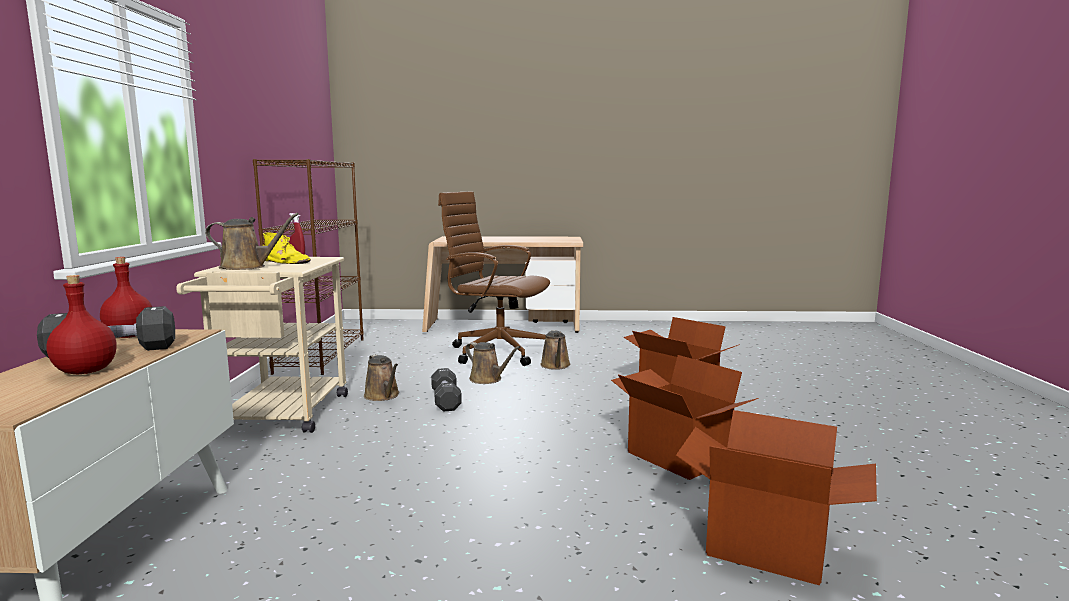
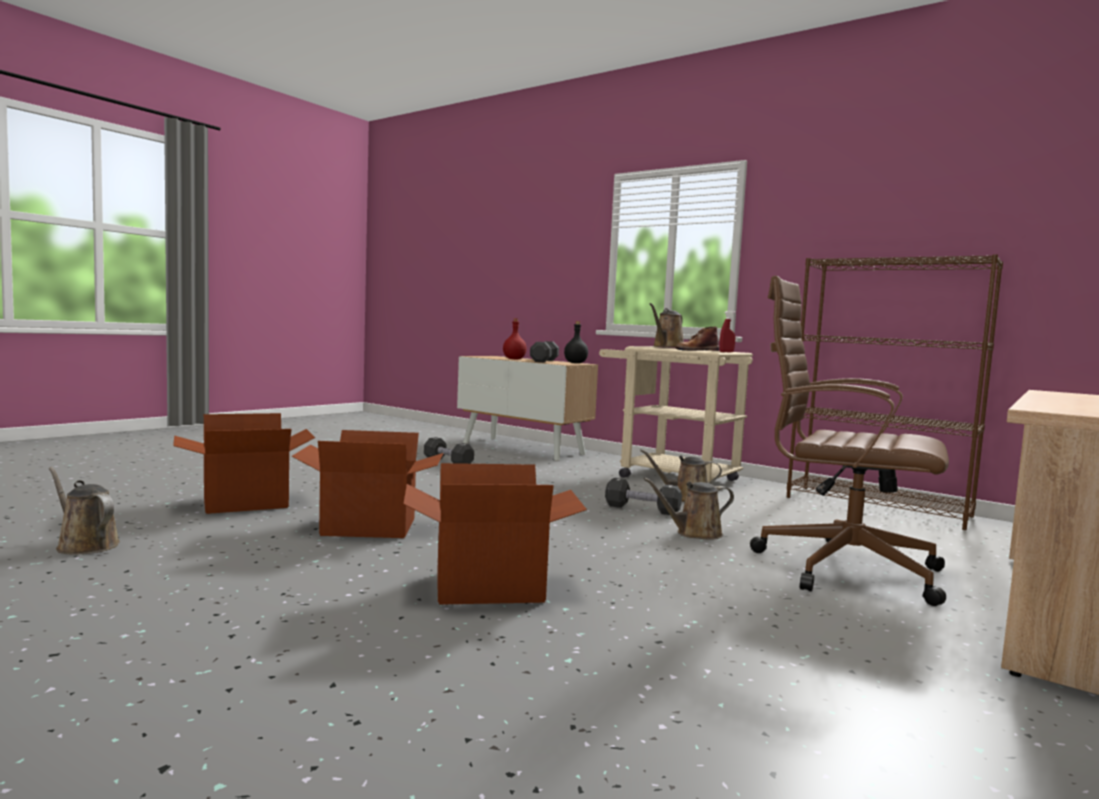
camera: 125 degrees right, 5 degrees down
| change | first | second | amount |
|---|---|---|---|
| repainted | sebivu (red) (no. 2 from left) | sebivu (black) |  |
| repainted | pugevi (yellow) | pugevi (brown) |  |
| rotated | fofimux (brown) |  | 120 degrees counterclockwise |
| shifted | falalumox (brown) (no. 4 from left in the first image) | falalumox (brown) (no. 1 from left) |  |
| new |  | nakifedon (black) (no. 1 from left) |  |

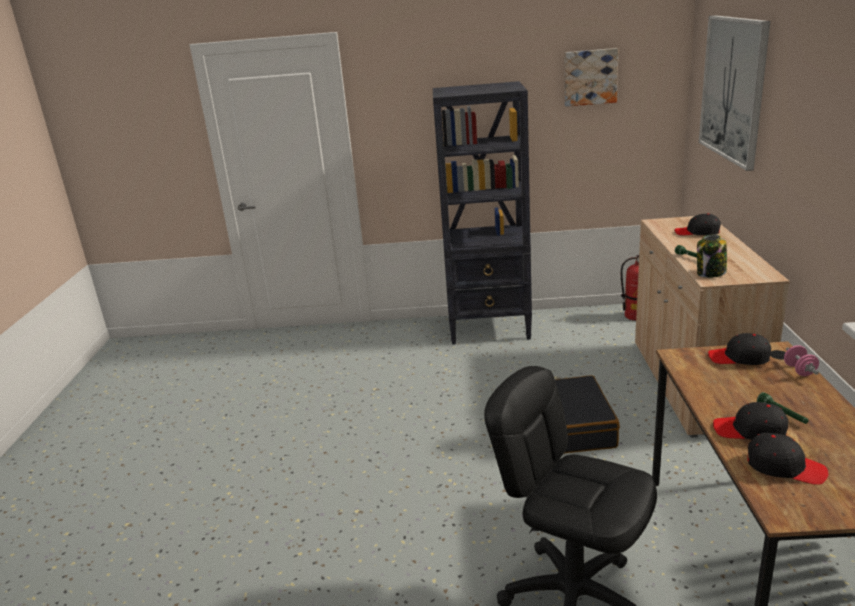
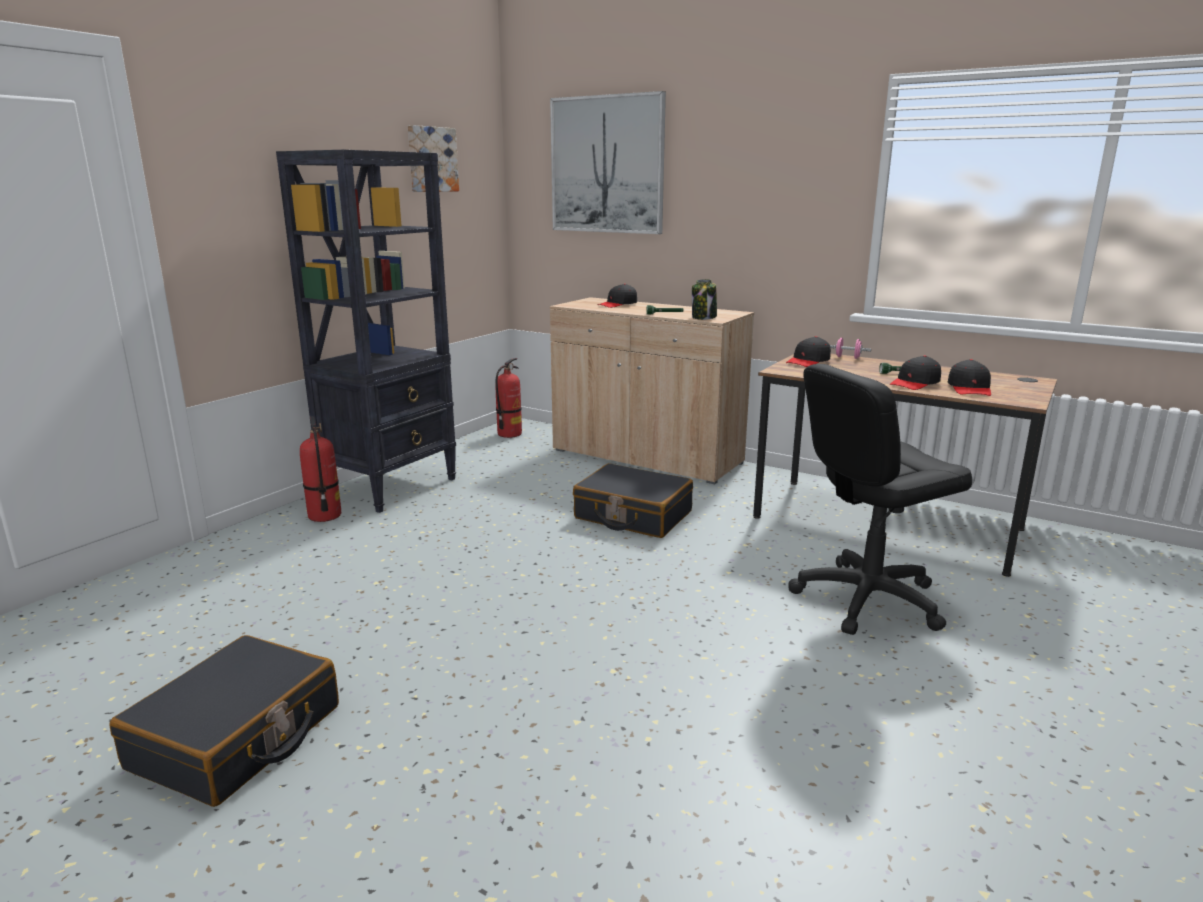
camera: 60 degrees left, 5 degrees down
| change | first | second | amount |
|---|---|---|---|
| rotated | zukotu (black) (no. 4 from left) |  | 135 degrees clockwise |
| new |  | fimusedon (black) (no. 1 from left) |  |
| new |  | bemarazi (no. 1 from left) |  |

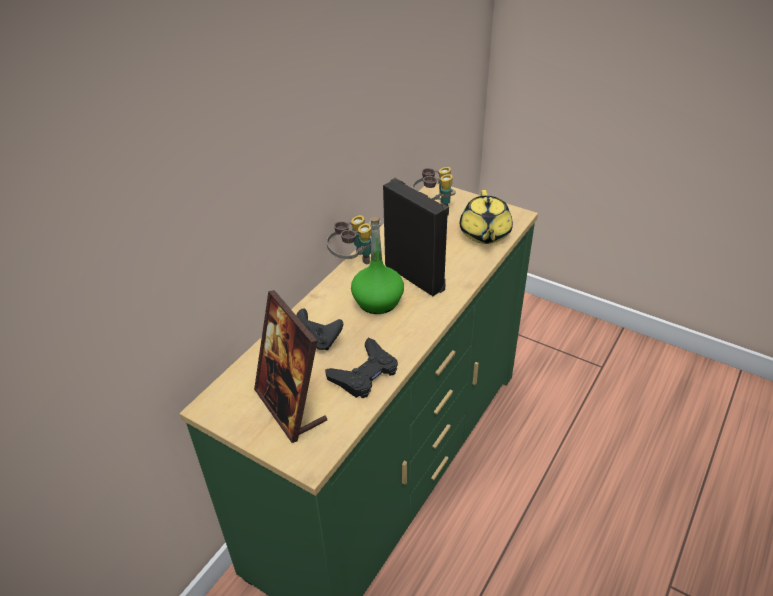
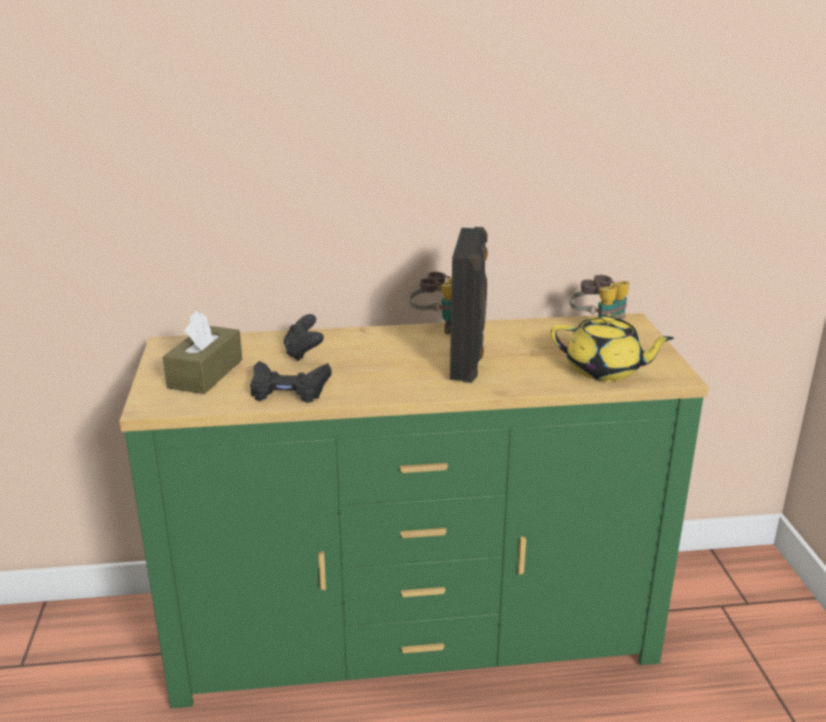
camera: 50 degrees right, 15 degrees down
| change | first | second | amount |
|---|---|---|---|
| swapped | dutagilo | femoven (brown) |  |
| gone | sebivu (green) |  |  |
| rotated | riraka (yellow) |  | 120 degrees counterclockwise |

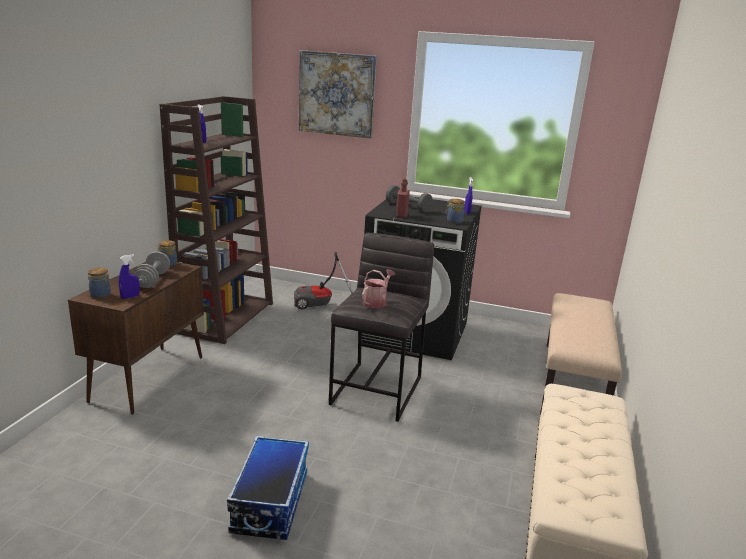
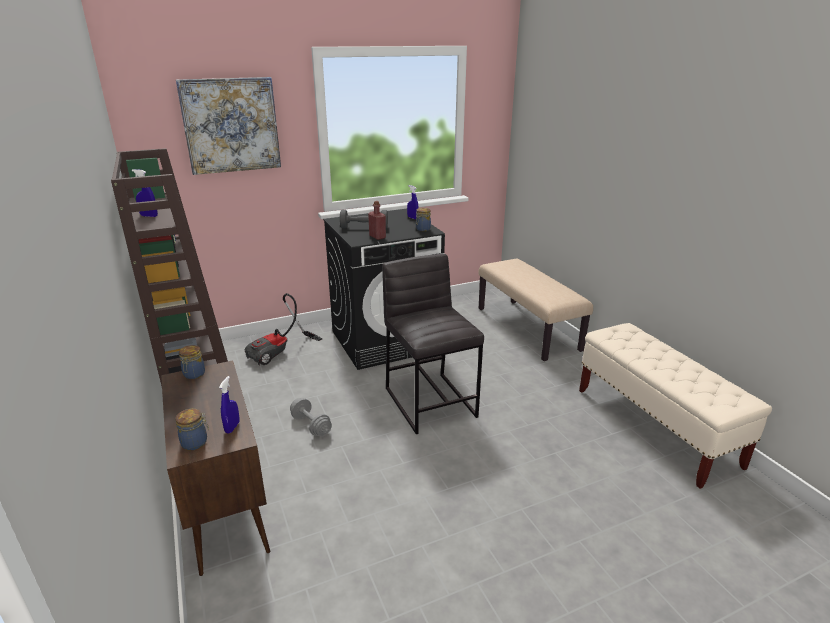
camera: 40 degrees left, 5 degrees up
| change | first | second | amount |
|---|---|---|---|
| shifted | nakifedon (grey) (no. 1 from left) |  |  |
| gone | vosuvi |  |  |
| gone | falalumox |  |  |

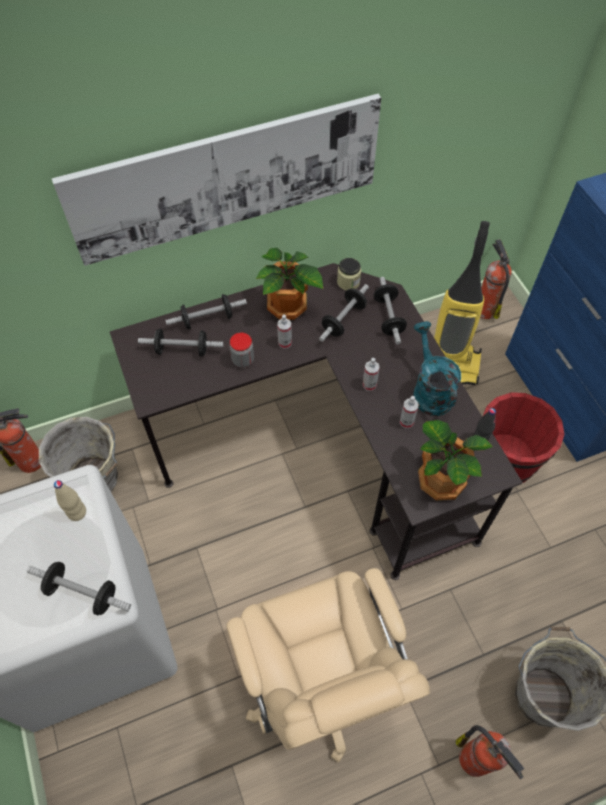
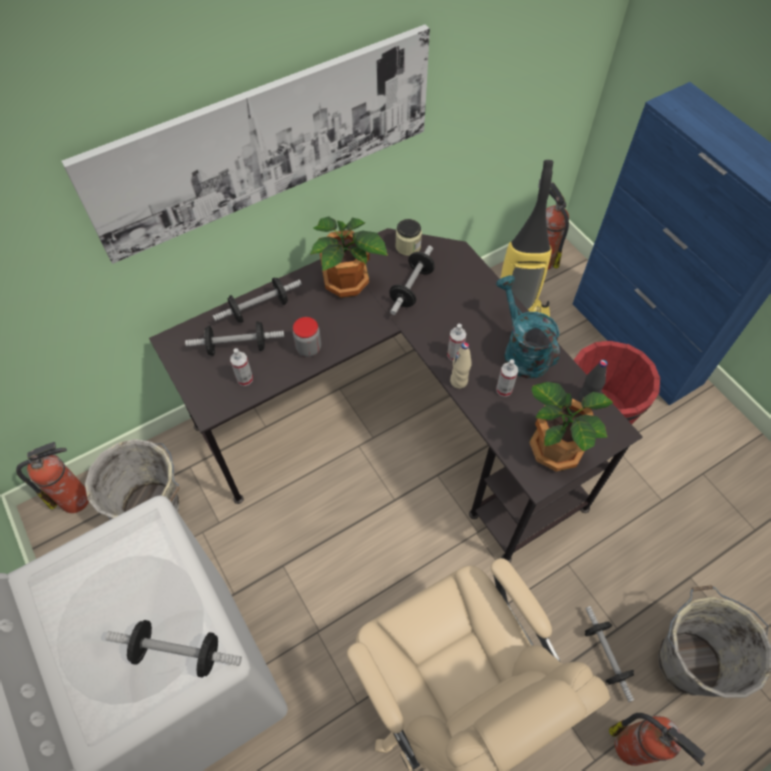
camera: 10 degrees left, 0 degrees up
| change | first | second | amount |
|---|---|---|---|
| shifted | sebivu (beige) |  |  |
| shifted | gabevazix (no. 1 from left) |  |  |
| shifted | nakifedon (no. 5 from left) |  |  |

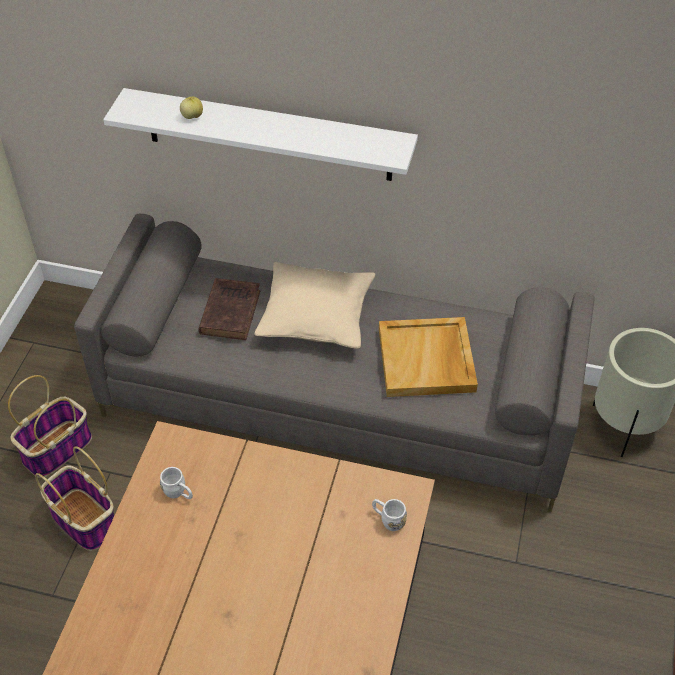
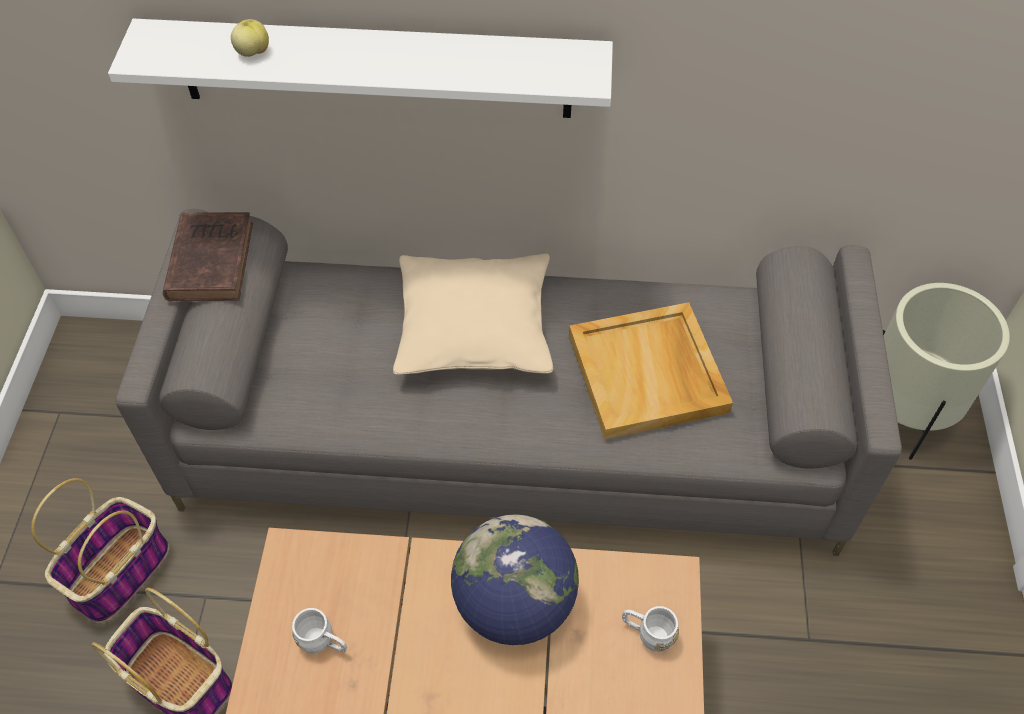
camera: 10 degrees left, 5 degrees up
| change | first | second | amount |
|---|---|---|---|
| shifted | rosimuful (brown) |  |  |
| new |  | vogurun |  |

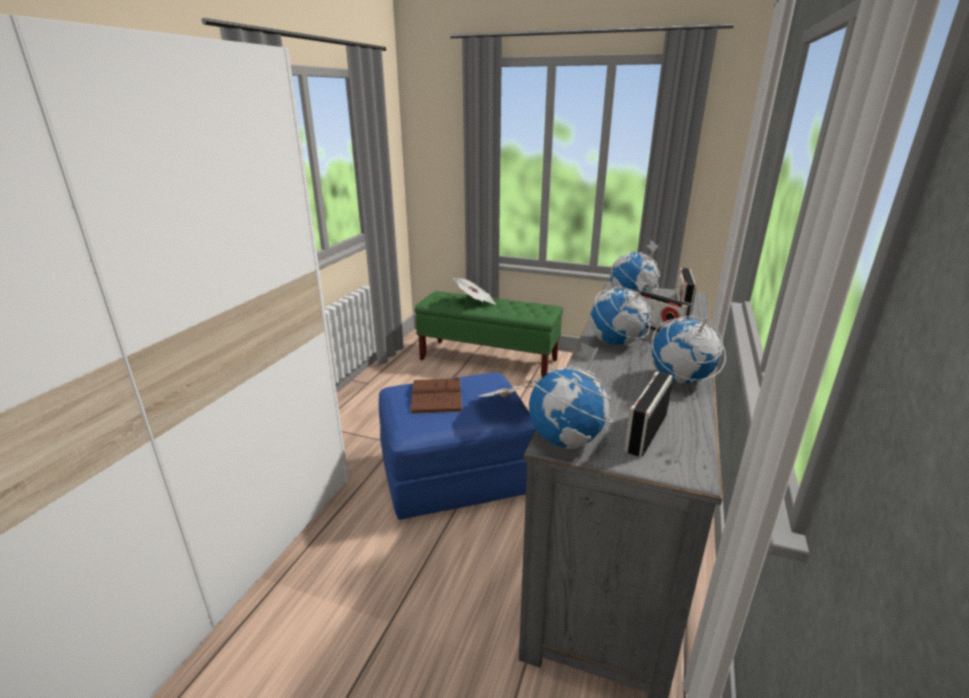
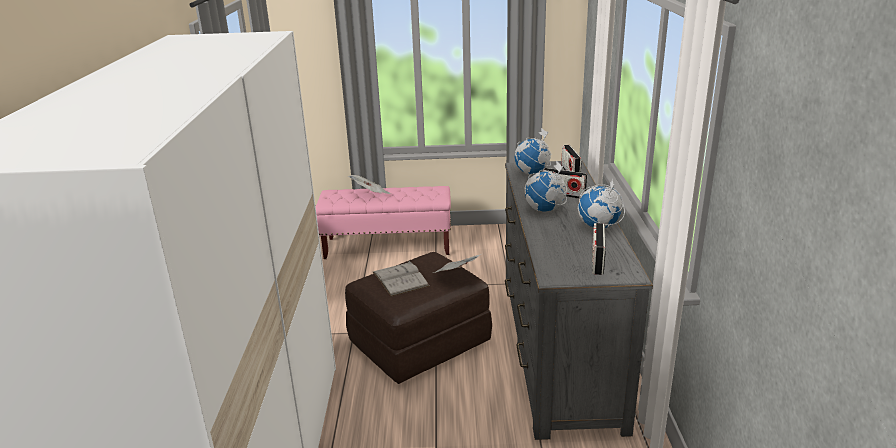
camera: 20 degrees left, 0 degrees up
| change | first | second | amount |
|---|---|---|---|
| repainted | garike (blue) | garike (brown) |  |
| repainted | rosimuful (brown) | rosimuful (white) |  |
| repainted | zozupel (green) | zozupel (pink) |  |
| gone | vogurun (no. 1 from left) |  |  |

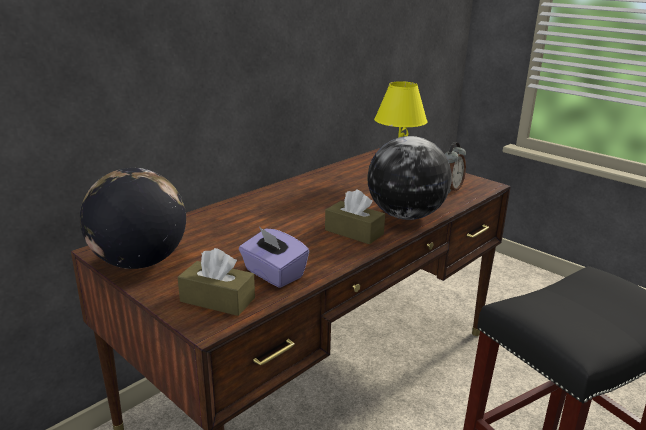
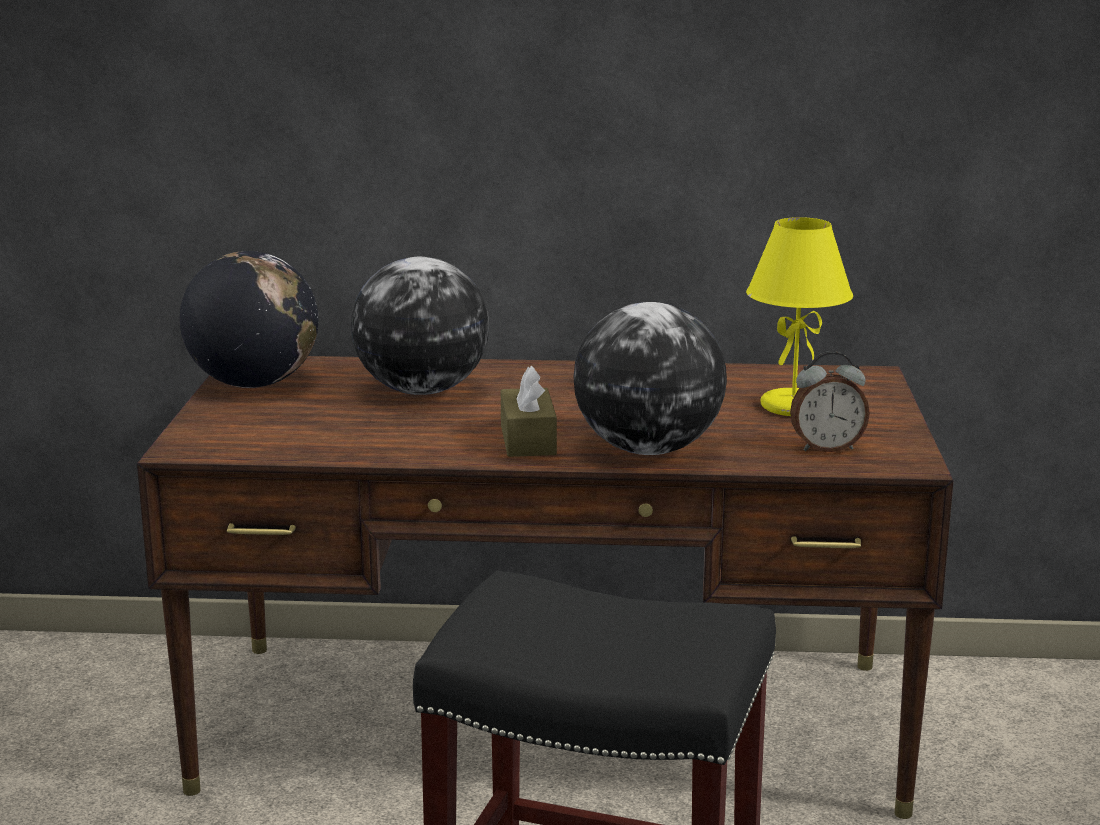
camera: 50 degrees right, 5 degrees down
| change | first | second | amount |
|---|---|---|---|
| gone | femoven (brown) (no. 1 from left) |  |  |
| gone | femoven (purple) |  |  |
| new |  | vogurun (no. 2 from left) |  |

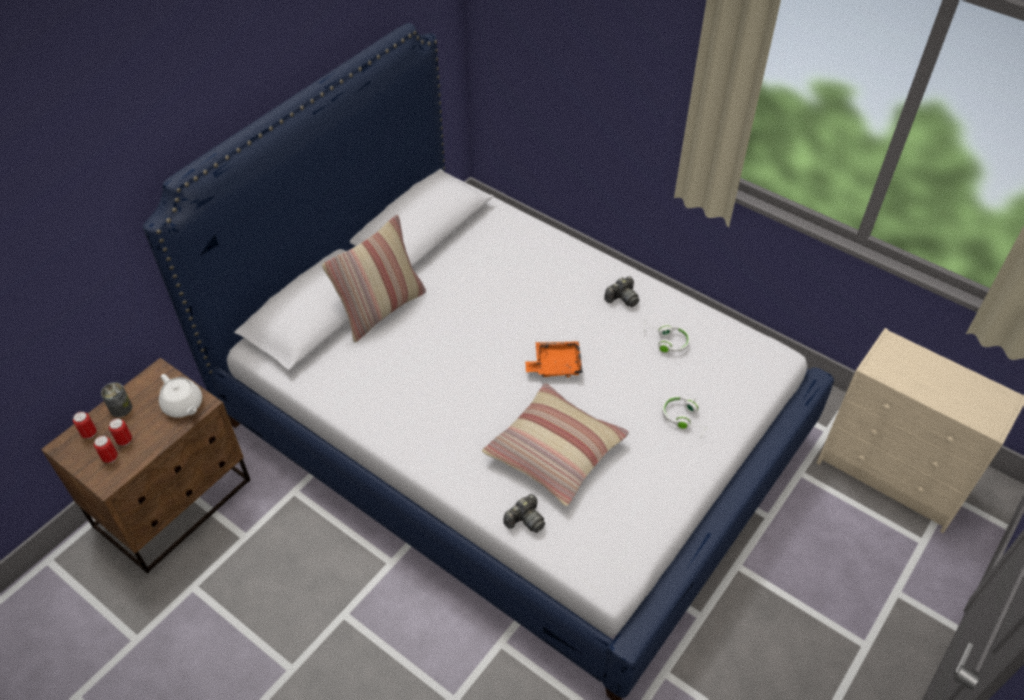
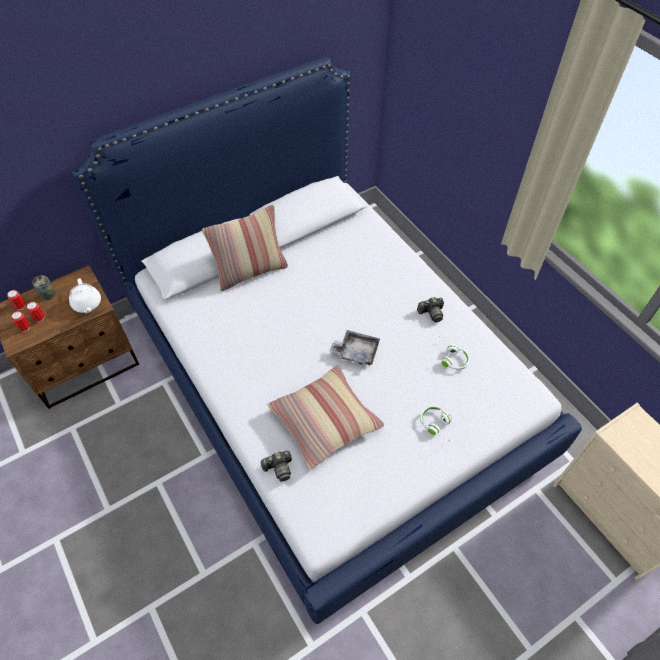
camera: 20 degrees right, 5 degrees up
| change | first | second | amount |
|---|---|---|---|
| repainted | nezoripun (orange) | nezoripun (grey) |  |

